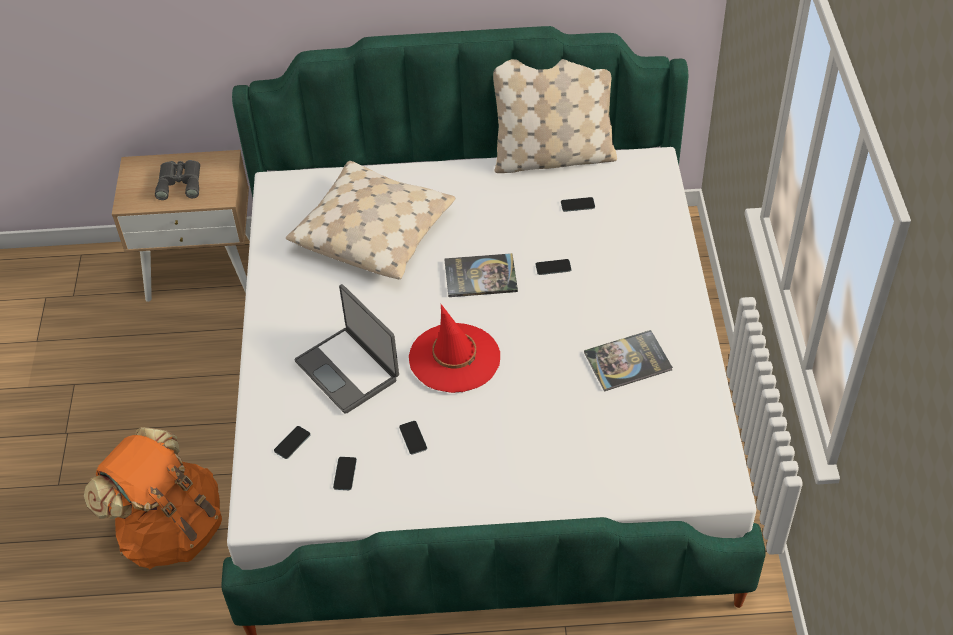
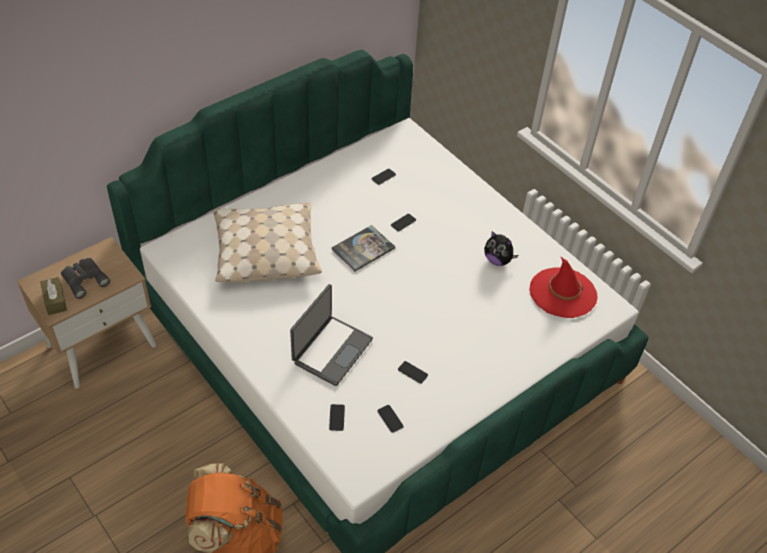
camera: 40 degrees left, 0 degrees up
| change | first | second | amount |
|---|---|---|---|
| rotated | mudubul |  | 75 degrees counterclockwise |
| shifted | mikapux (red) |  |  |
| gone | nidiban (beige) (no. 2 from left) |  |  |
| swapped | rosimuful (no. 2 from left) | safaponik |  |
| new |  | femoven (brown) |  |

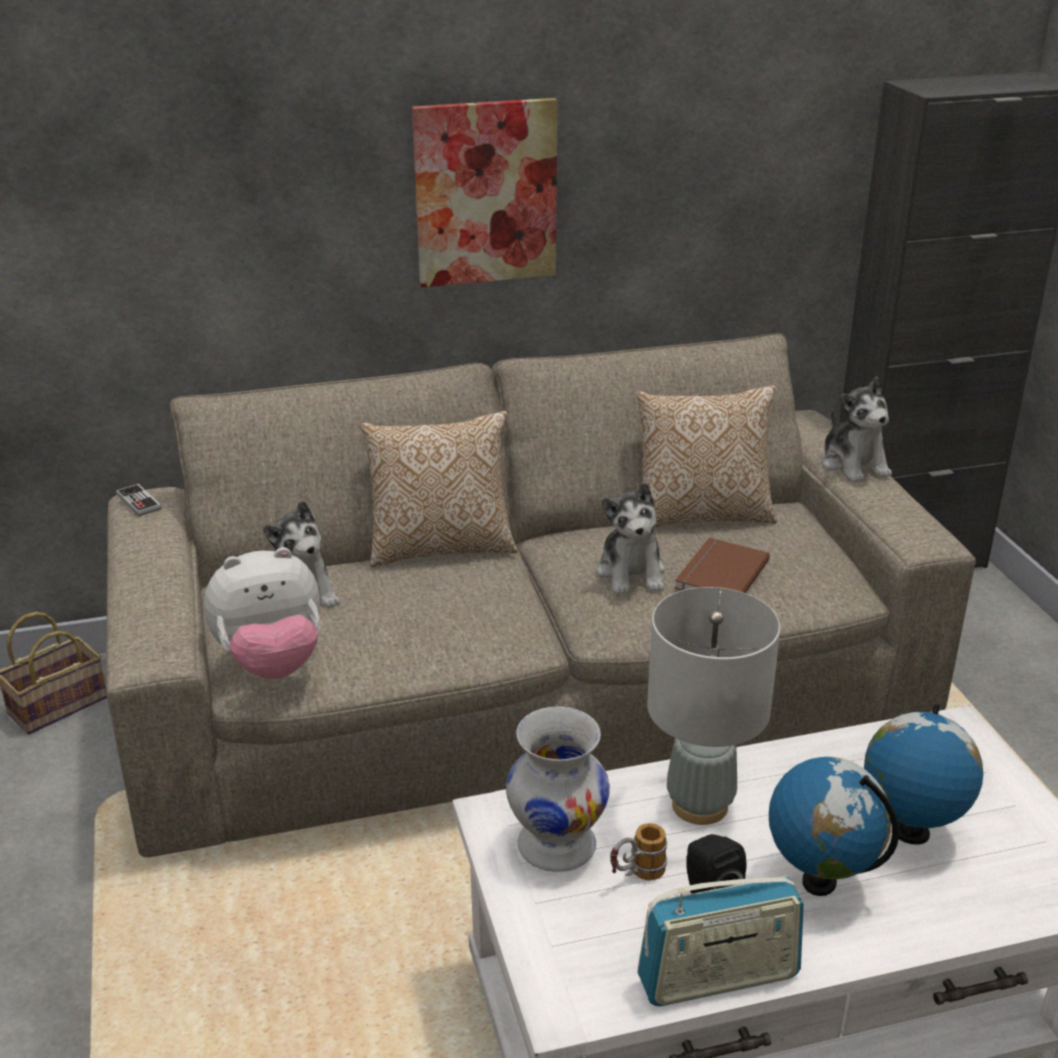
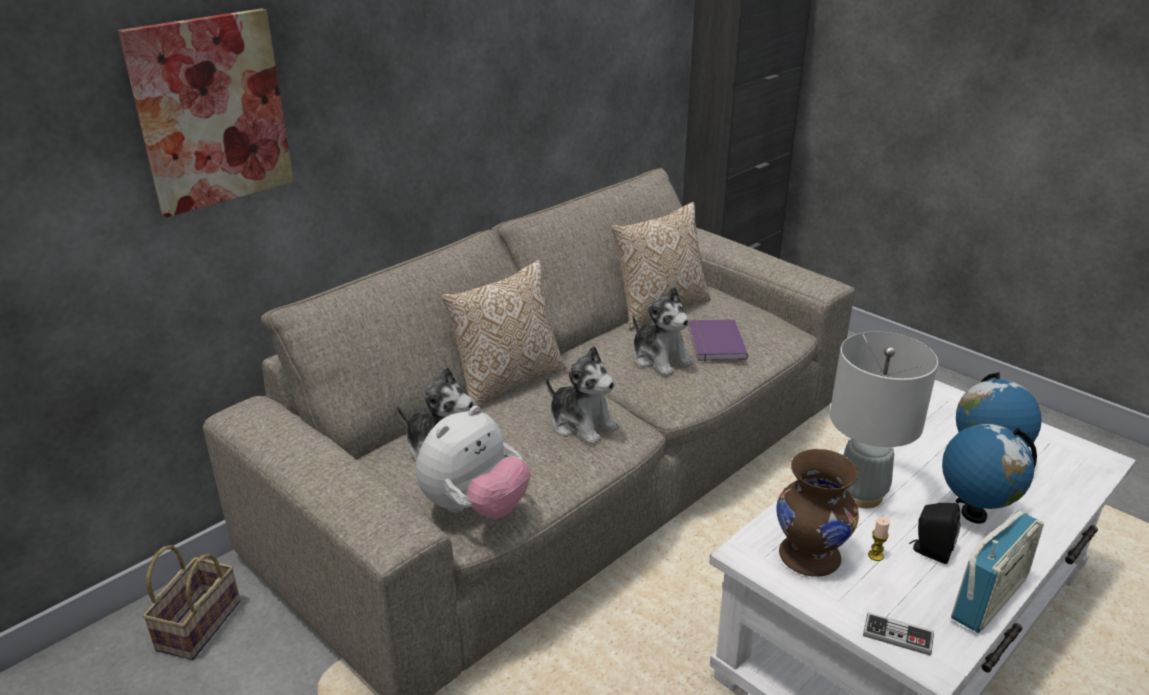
camera: 30 degrees left, 0 degrees up
| change | first | second | amount |
|---|---|---|---|
| shifted | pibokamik |  |  |
| shifted | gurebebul |  |  |
| repainted | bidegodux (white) | bidegodux (brown) |  |
| swapped | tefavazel | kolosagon |  |
| repainted | rosimuful (brown) | rosimuful (purple) |  |
| shifted | safaponik (no. 4 from left in the first image) | safaponik (no. 3 from left) |  |

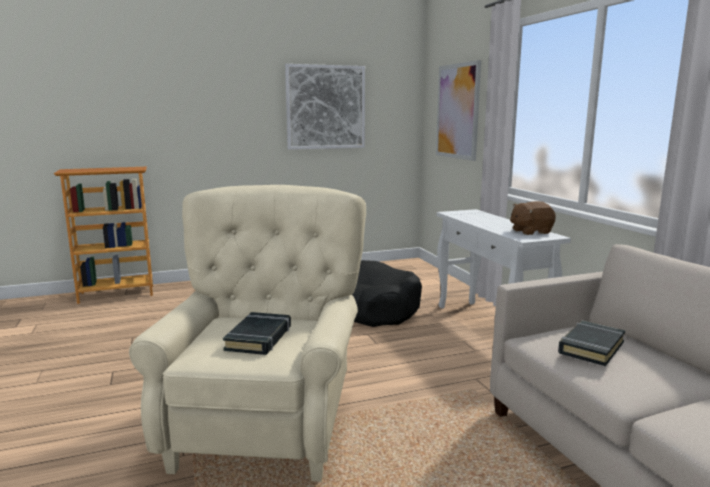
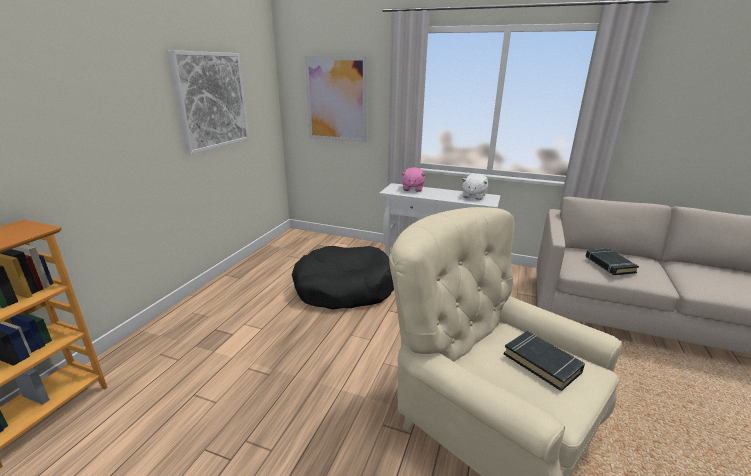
camera: 50 degrees left, 10 degrees up
| change | first | second | amount |
|---|---|---|---|
| repainted | safaponik (brown) | safaponik (white) |  |
| new |  | safaponik (pink) |  |

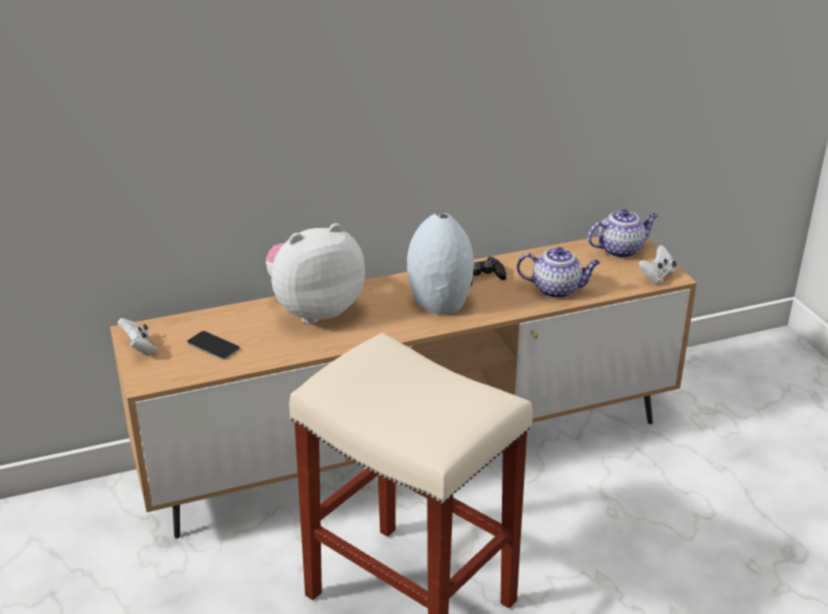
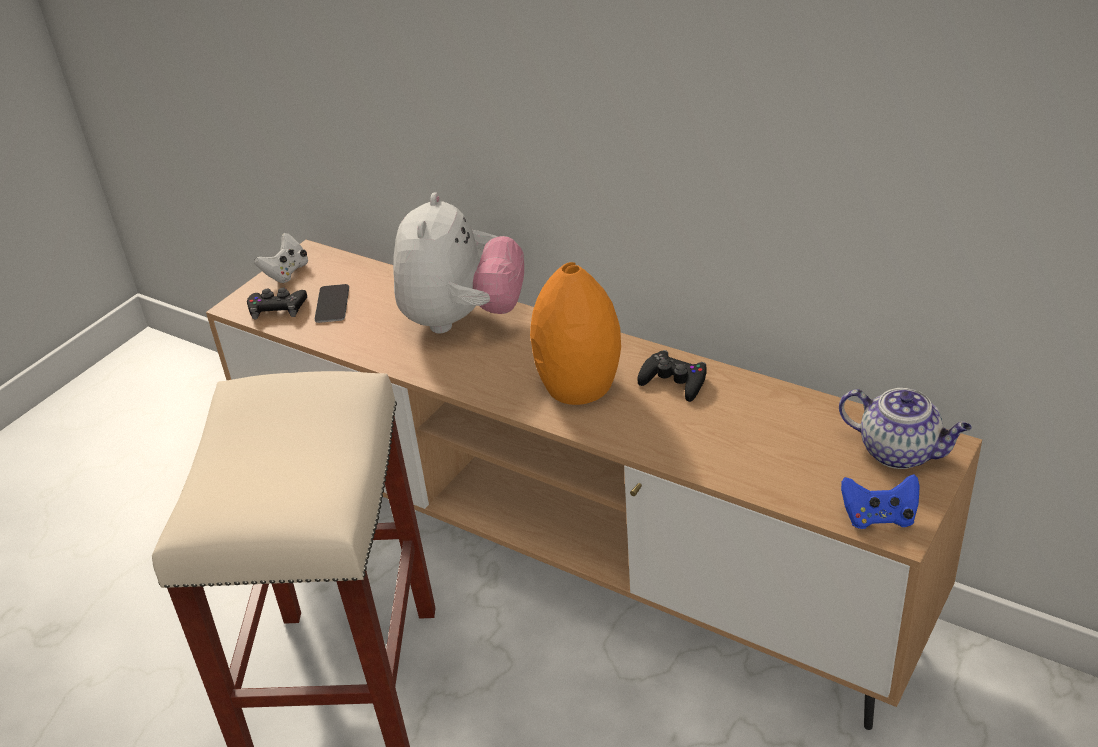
camera: 55 degrees right, 5 degrees up
| change | first | second | amount |
|---|---|---|---|
| rotated | safaponik |  | 75 degrees clockwise |
| repainted | bidegodux (grey) | bidegodux (orange) |  |
| gone | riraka (no. 1 from left) |  |  |
| repainted | pibokamik (white) (no. 2 from left) | pibokamik (blue) |  |
| new |  | pibokamik (black) (no. 1 from left) |  |

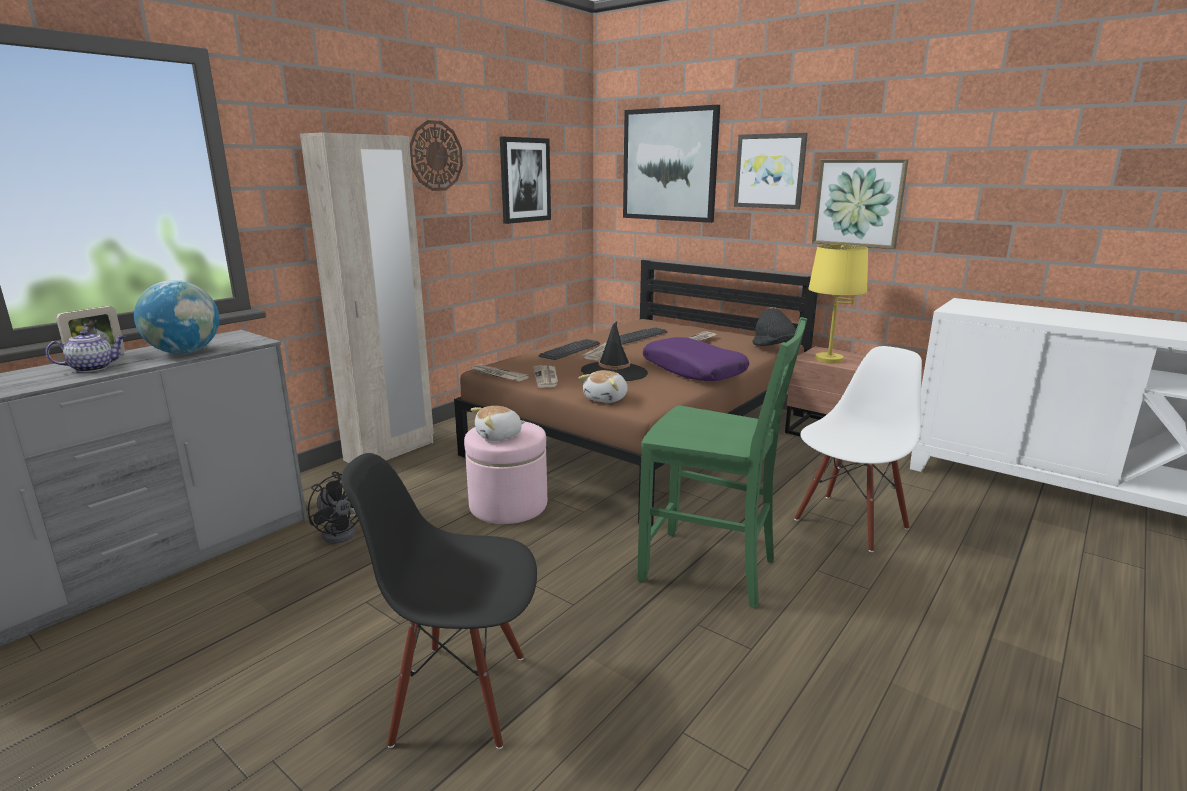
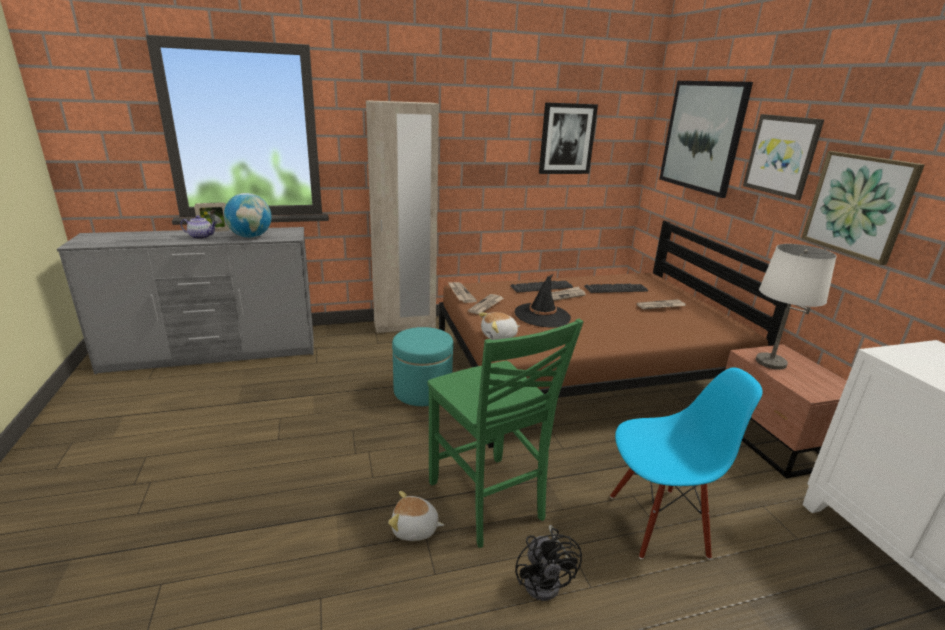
camera: 35 degrees right, 5 degrees up
| change | first | second | amount |
|---|---|---|---|
| shifted | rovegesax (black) |  |  |
| gone | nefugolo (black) |  |  |
| gone | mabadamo |  |  |
| repainted | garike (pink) | garike (turquoise) |  |
| shifted | safaponik (no. 1 from left) |  |  |
| gone | nidiban (purple) |  |  |
| gone | mikapux (black) (no. 2 from left) |  |  |
| repainted | nefugolo (white) | nefugolo (blue) |  |
| repainted | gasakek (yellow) | gasakek (white) |  |

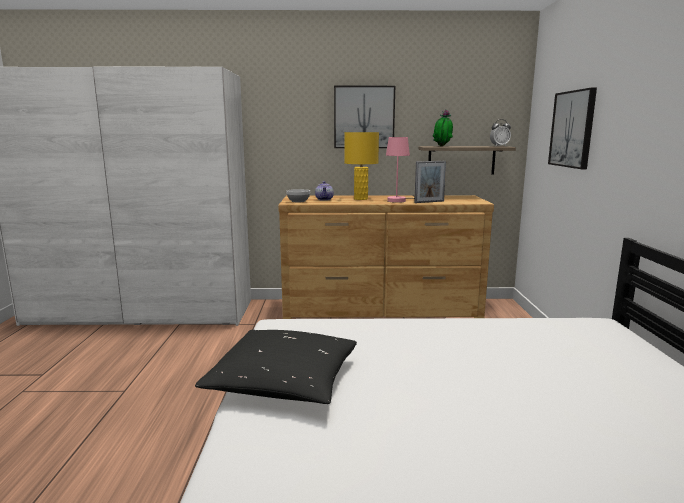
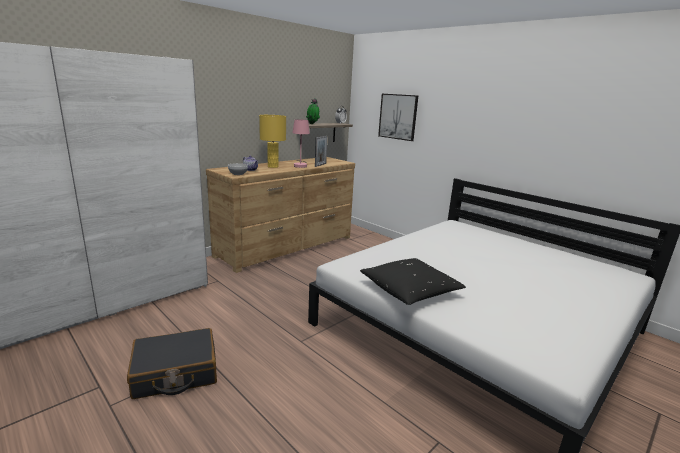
camera: 45 degrees left, 5 degrees up
| change | first | second | amount |
|---|---|---|---|
| gone | gurebebul (no. 1 from left) |  |  |
| new |  | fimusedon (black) |  |

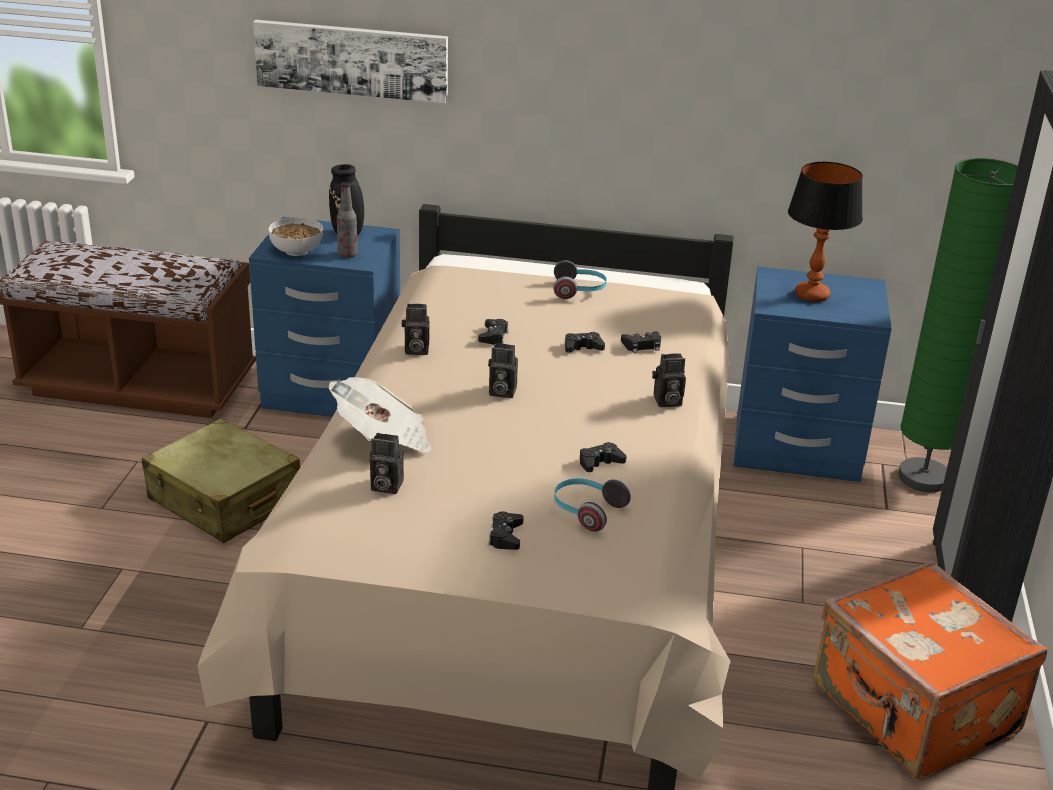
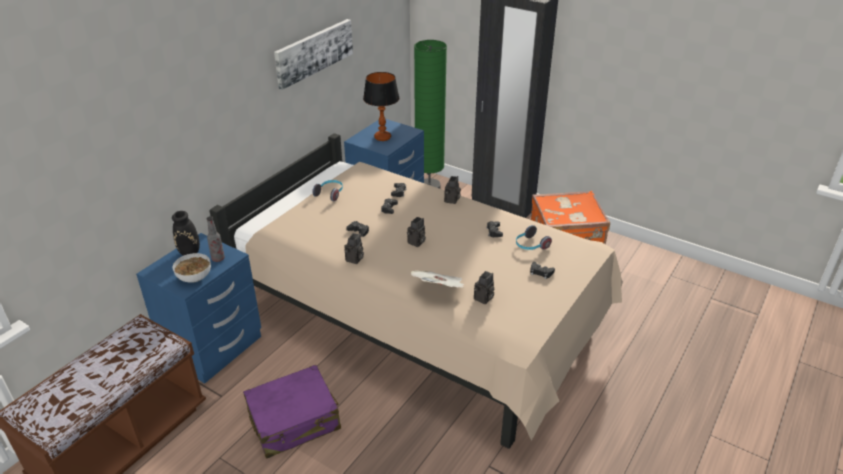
camera: 65 degrees left, 5 degrees up
| change | first | second | amount |
|---|---|---|---|
| repainted | fimusedon (beige) | fimusedon (purple) |  |
| shifted | gurebebul |  |  |

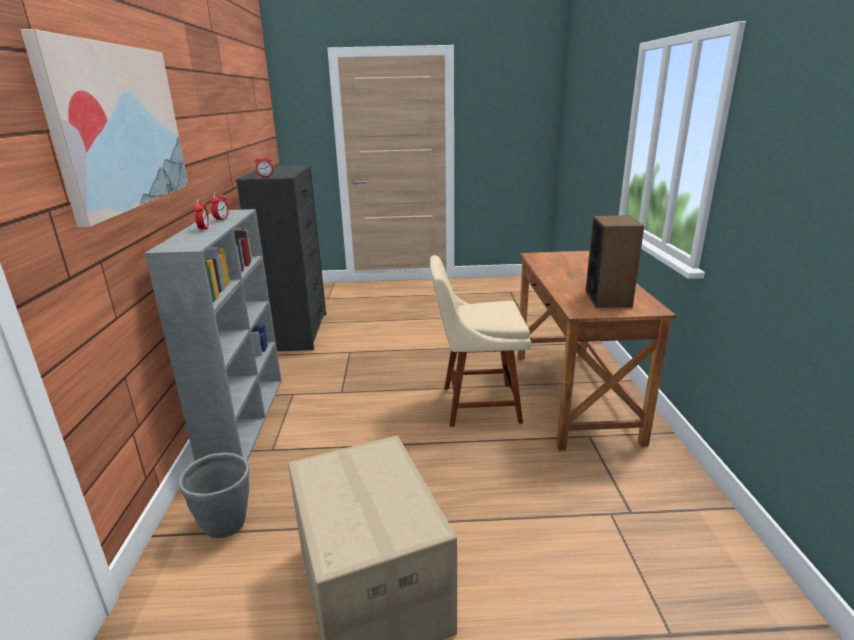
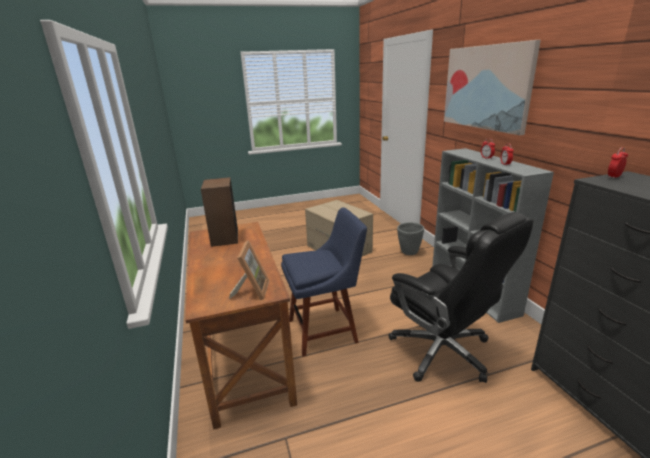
camera: 165 degrees right, 0 degrees up
| change | first | second | amount |
|---|---|---|---|
| repainted | nefugolo (beige) | nefugolo (blue) |  |
| new |  | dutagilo |  |
| new |  | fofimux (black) |  |

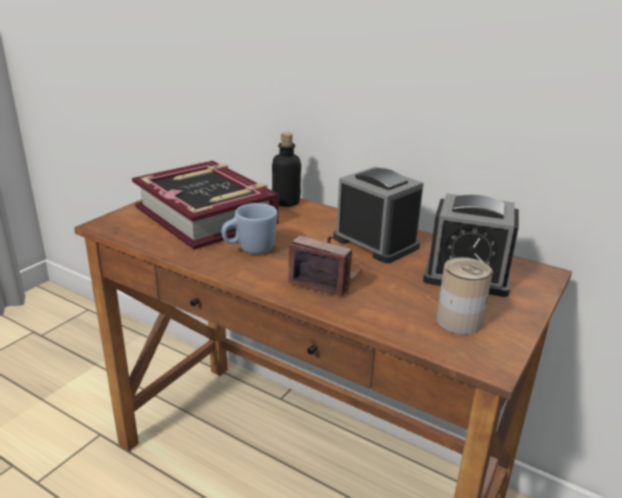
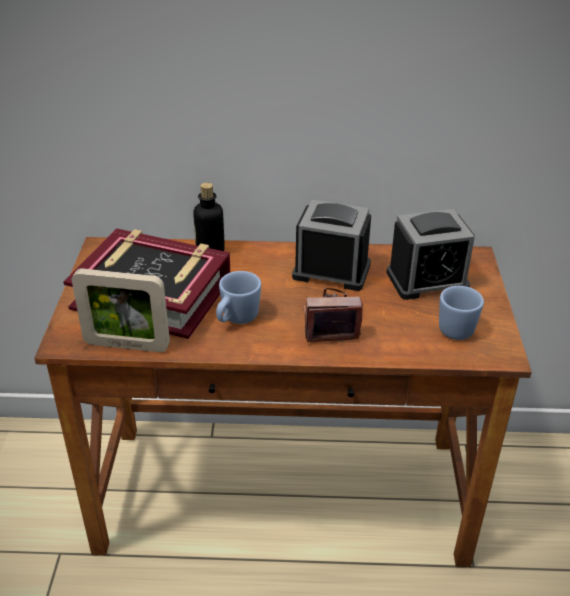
camera: 30 degrees left, 10 degrees up
| change | first | second | amount |
|---|---|---|---|
| swapped | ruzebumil | tefavazel (blue) (no. 2 from left) |  |
| new |  | dutagilo |  |

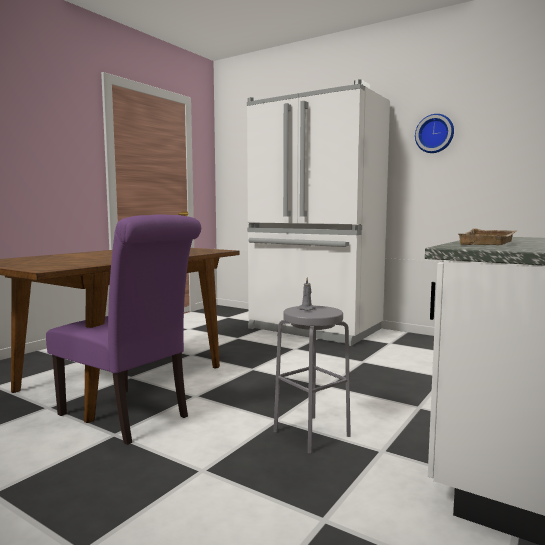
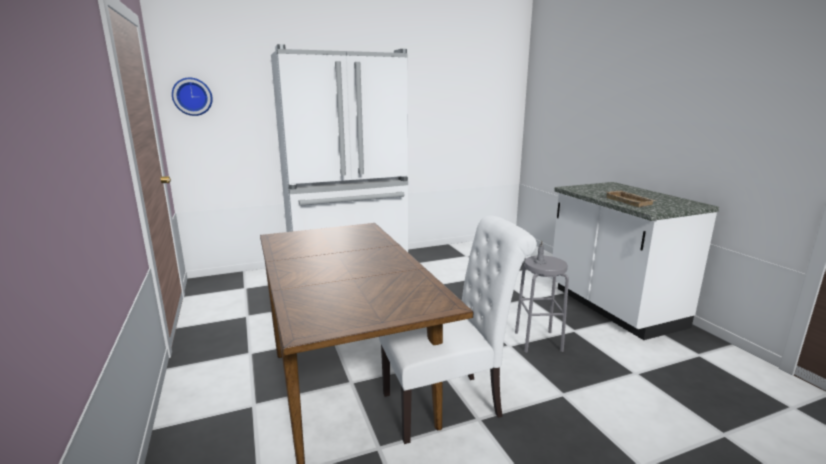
camera: 55 degrees left, 10 degrees up
| change | first | second | amount |
|---|---|---|---|
| repainted | nefugolo (purple) | nefugolo (white) |  |
| shifted | mabadamo |  |  |

